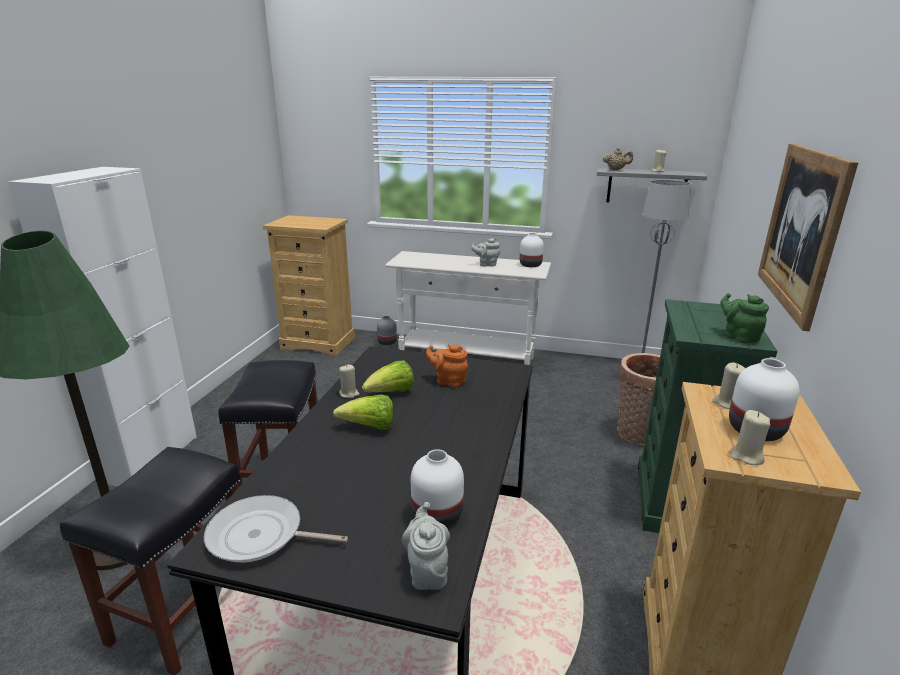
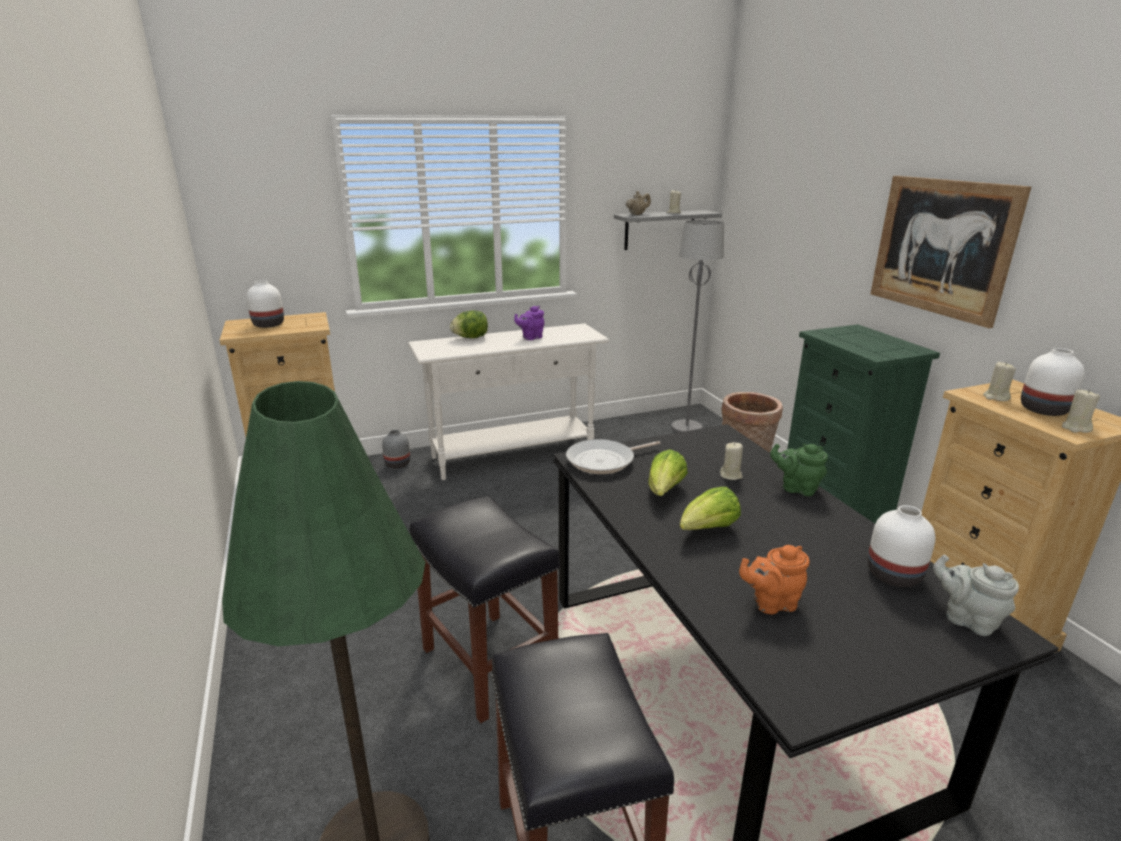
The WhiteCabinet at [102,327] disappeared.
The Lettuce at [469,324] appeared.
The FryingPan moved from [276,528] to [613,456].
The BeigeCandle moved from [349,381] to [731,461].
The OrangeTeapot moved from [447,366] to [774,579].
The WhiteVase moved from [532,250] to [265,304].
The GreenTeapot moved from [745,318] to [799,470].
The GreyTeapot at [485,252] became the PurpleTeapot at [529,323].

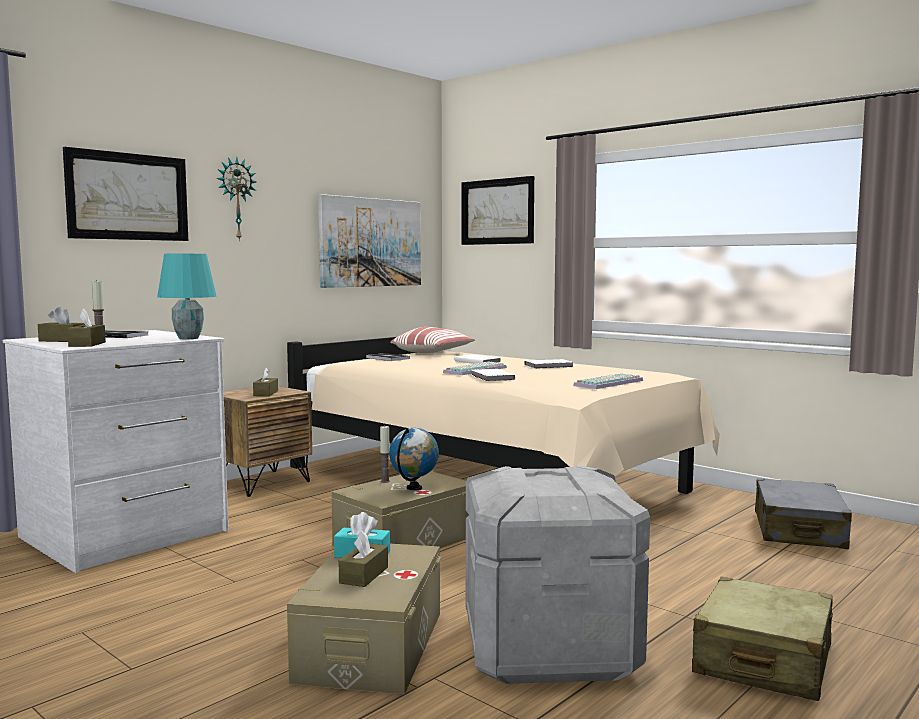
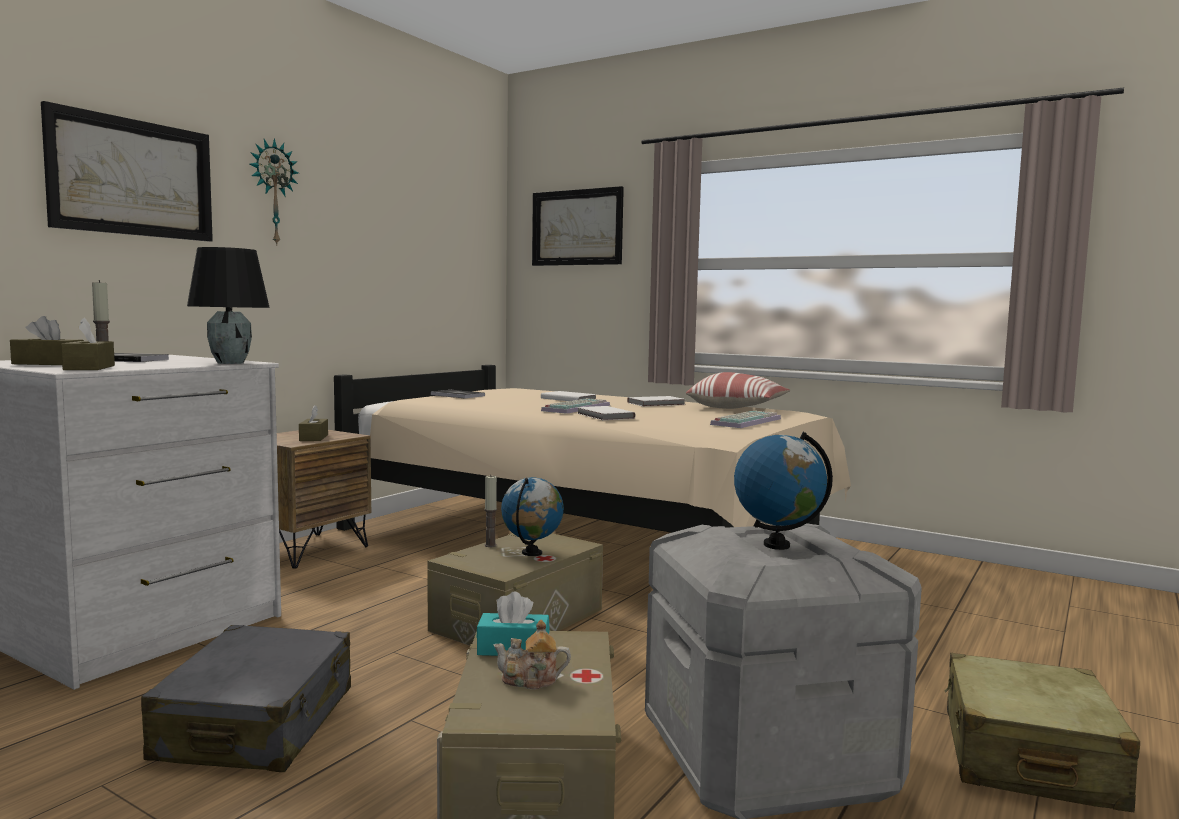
The Picture at [369,241] disappeared.
The Globe at [783,491] appeared.
The Pillow moved from [432,340] to [738,390].
The GreySuitcase moved from [803,513] to [246,698].
The BrownTissueBox at [363,558] was replaced by the Teapot at [532,654].
The TurquoiseTableLamp at [187,296] became the BlackTableLamp at [228,305].

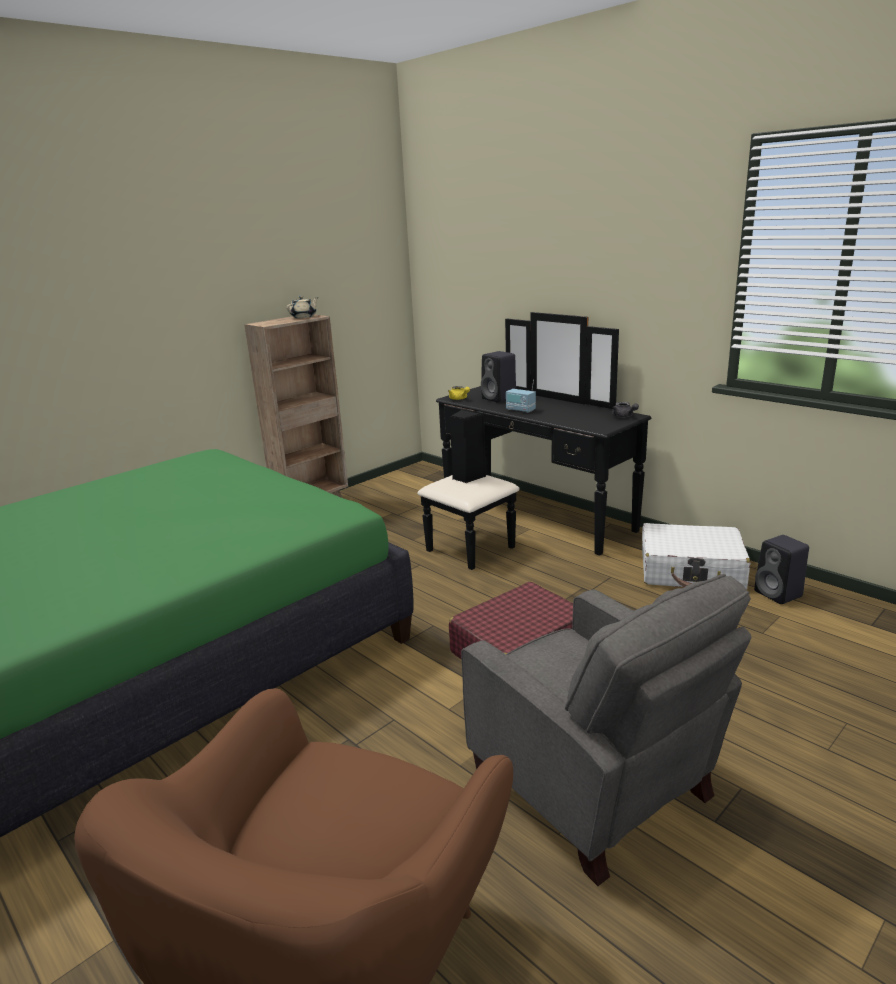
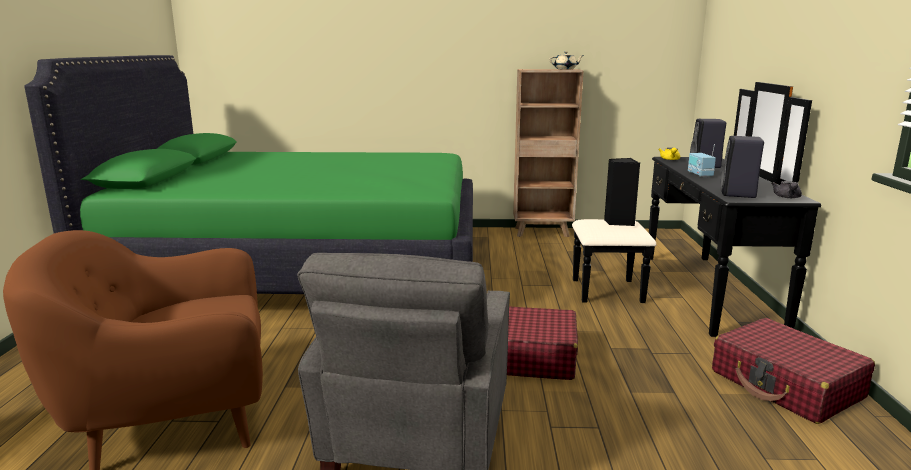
The BlackSpeaker moved from [781,569] to [742,167].
The WhiteSuitcase at [696,556] became the RedSuitcase at [793,371].

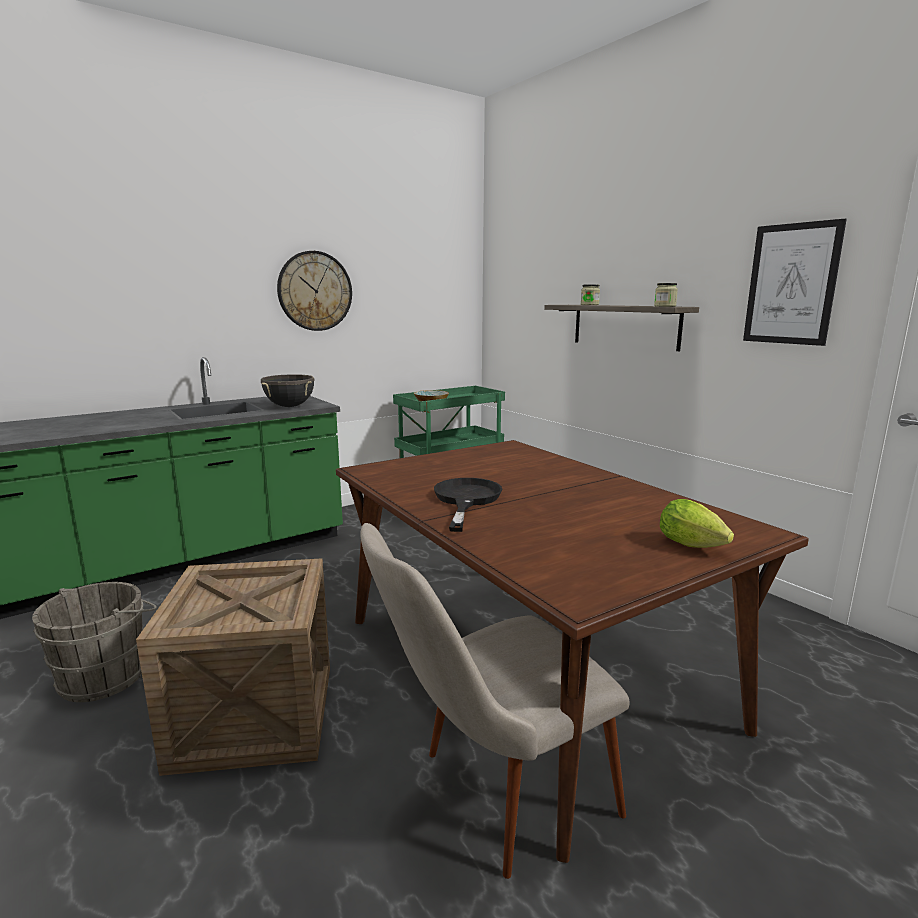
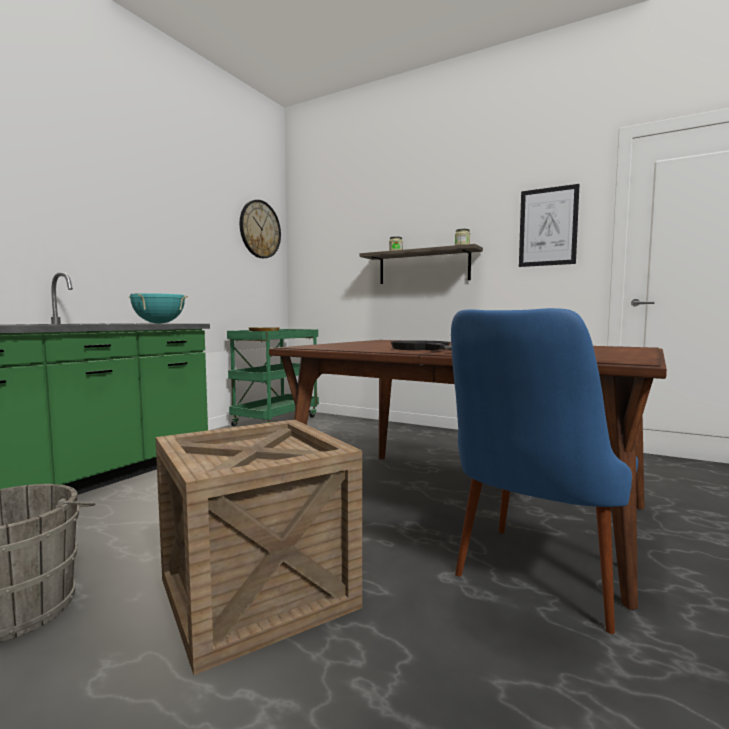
The Lettuce at [697,523] disappeared.
The WallClock moved from [314,291] to [260,229].
The BlackCookingPot at [288,390] became the TurquoiseCookingPot at [158,308].
The BeigeChair at [495,701] became the BlueChair at [544,471].

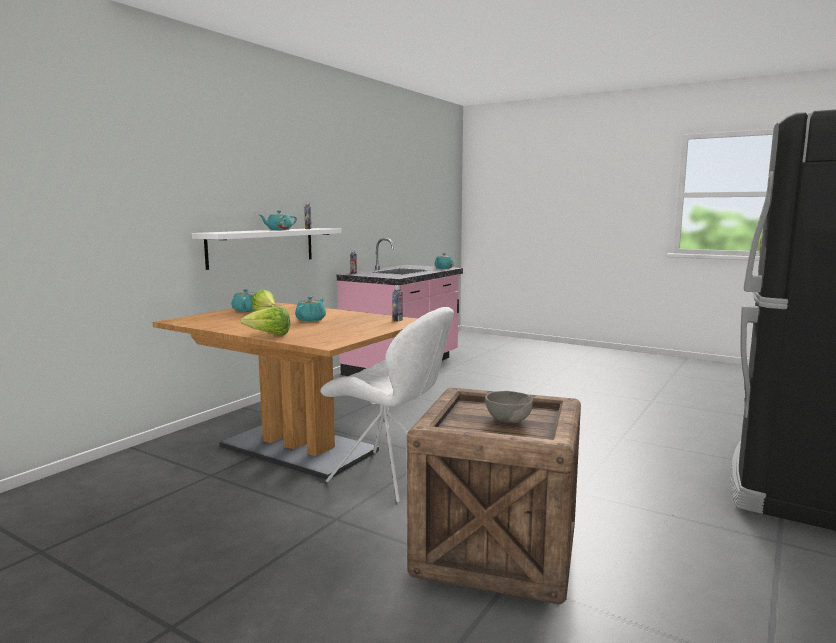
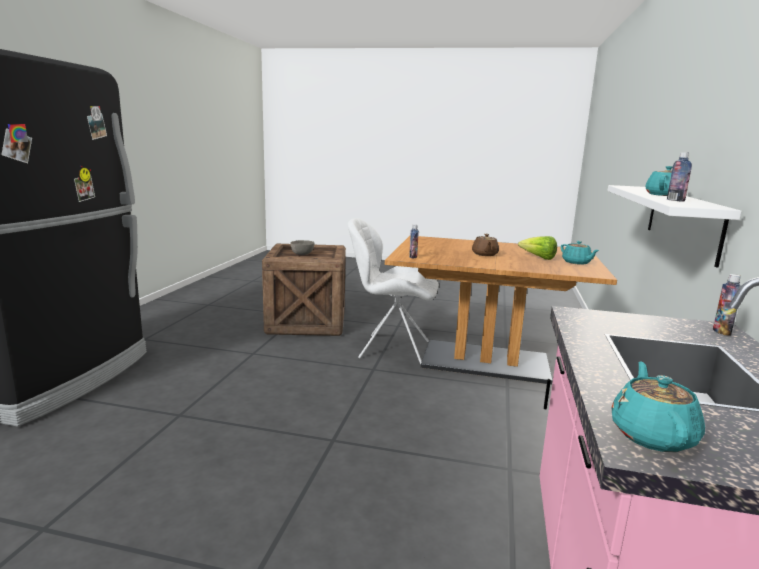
The Lettuce at [265,321] disappeared.
The TurquoiseTeapot at [310,309] became the BrownTeapot at [485,245].

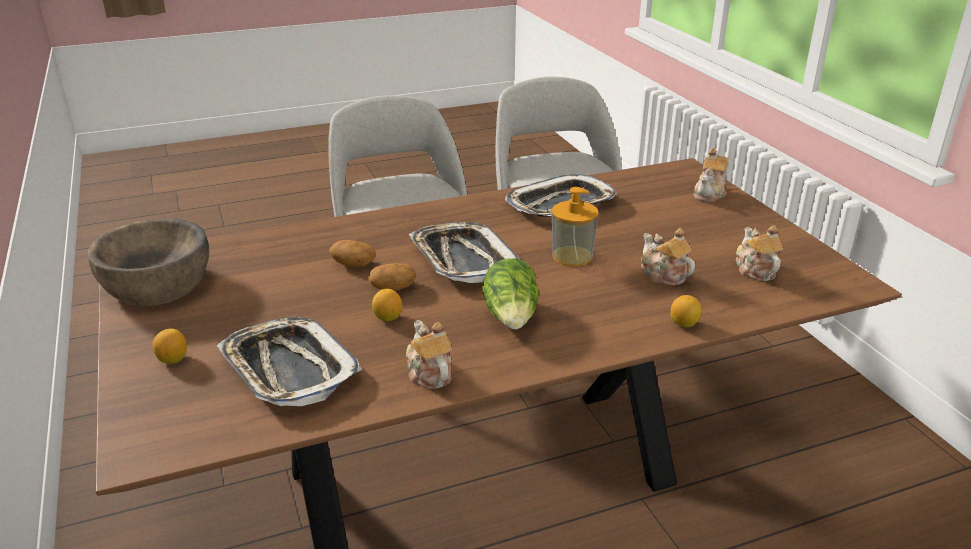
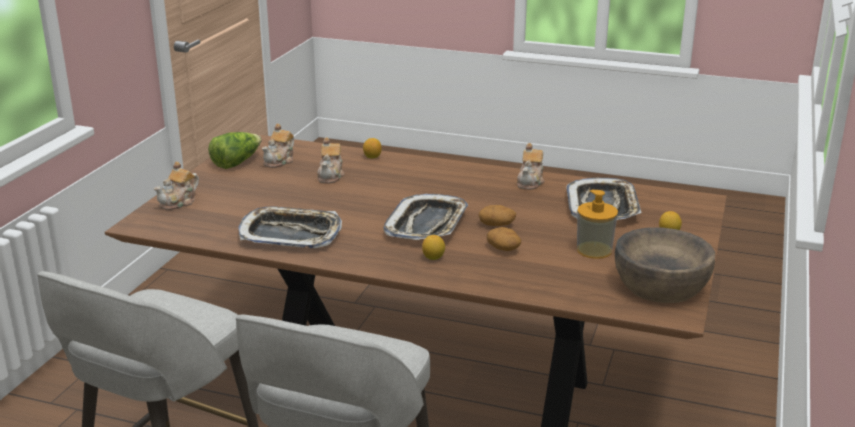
The Lemon moved from [387,305] to [433,247].
The Lettuce moved from [510,294] to [235,150].
The SoapDispenser moved from [575,226] to [597,224].
The Teapot at [711,175] turned 150 degrees clockwise.

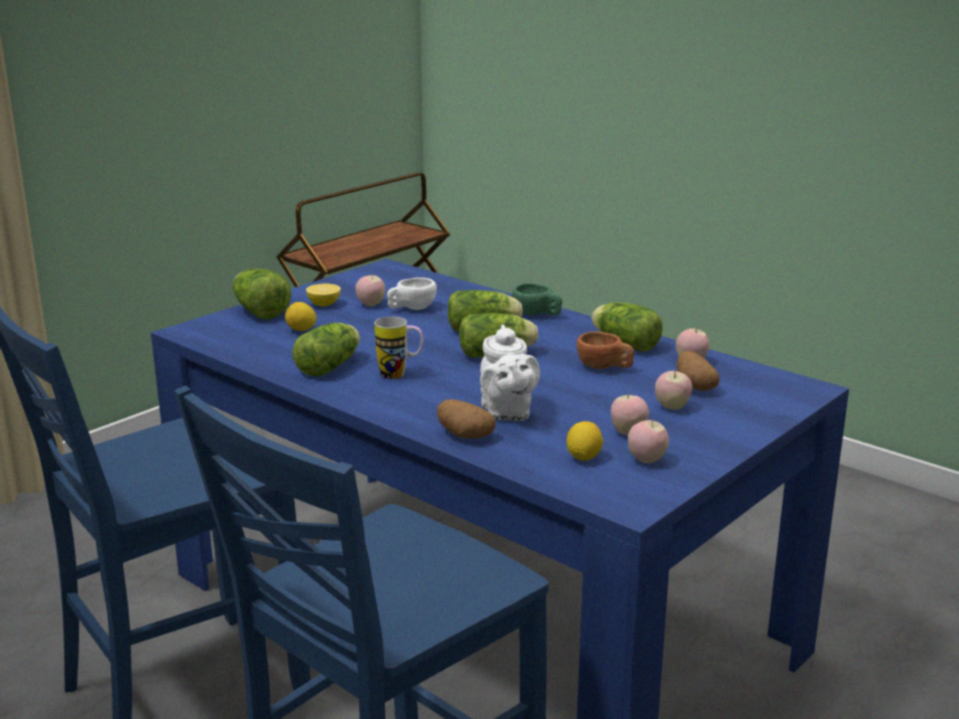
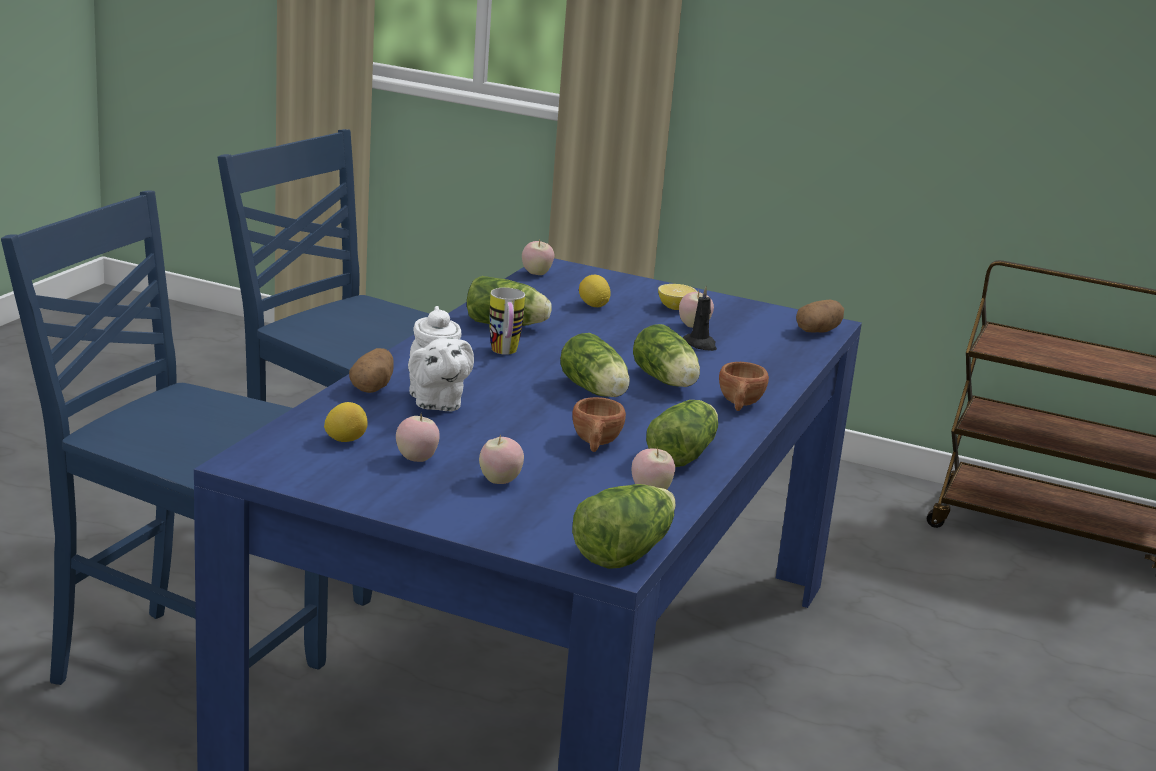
The Lettuce moved from [262,294] to [624,526].
The Apple moved from [648,441] to [538,257].
The Potato moved from [698,371] to [820,316].
The WhiteCup at [412,293] was replaced by the BlackCandle at [700,318].
The GreenCup at [537,299] became the BrownCup at [744,386].
The WhiteTeapot at [510,372] turned 75 degrees counterclockwise.

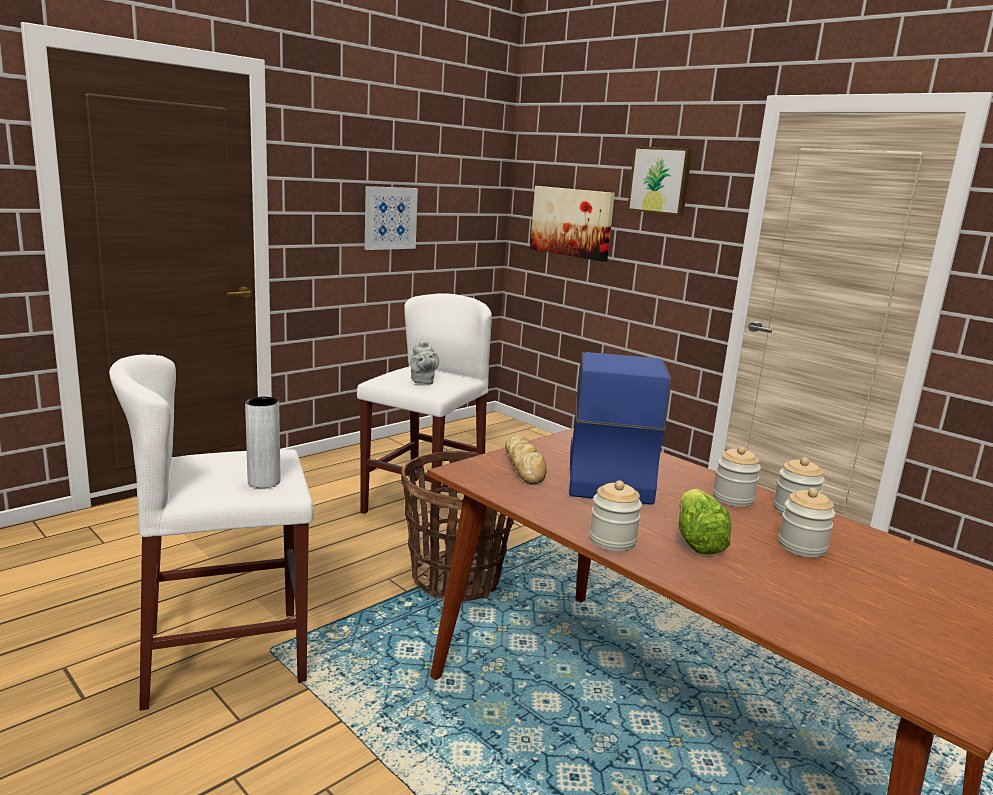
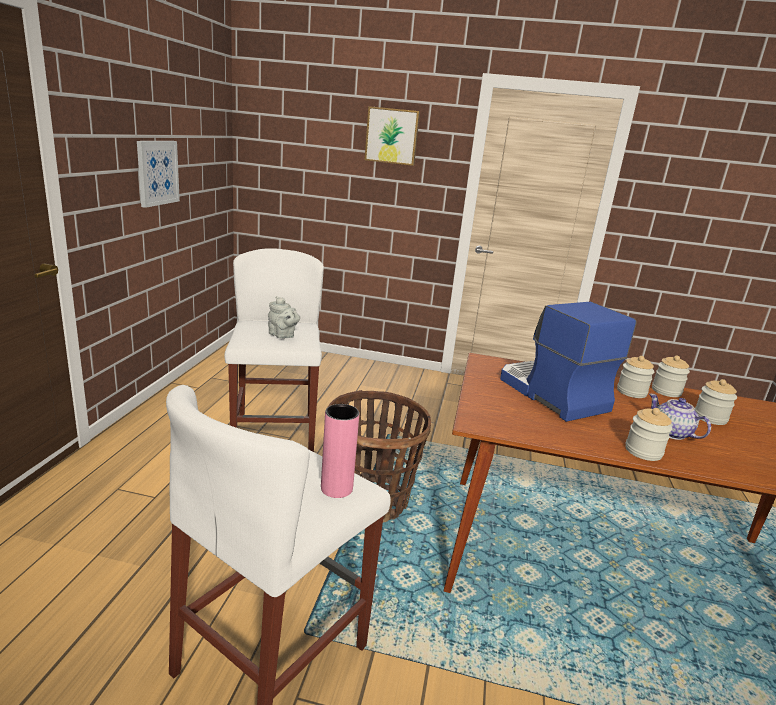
The Bread at [526,460] disappeared.
The Picture at [572,224] disappeared.
The Lettuce at [704,522] was replaced by the Teapot at [680,417].
The GreyVase at [263,442] became the PinkVase at [340,451].

